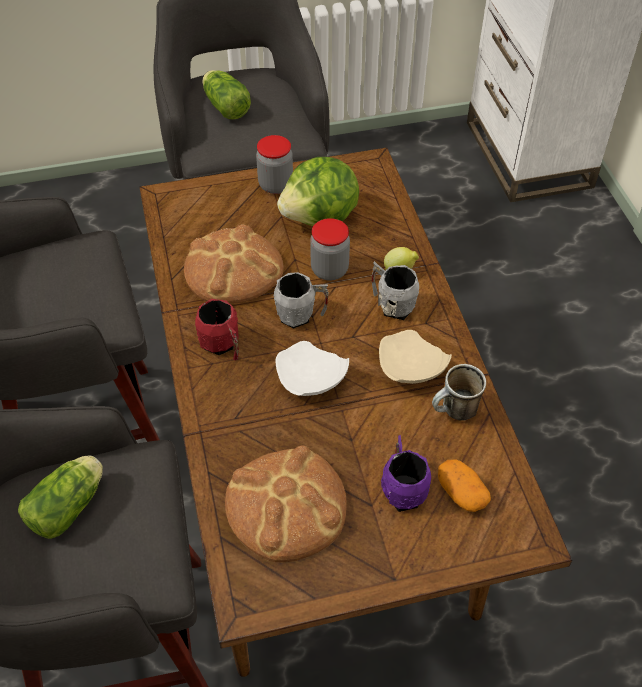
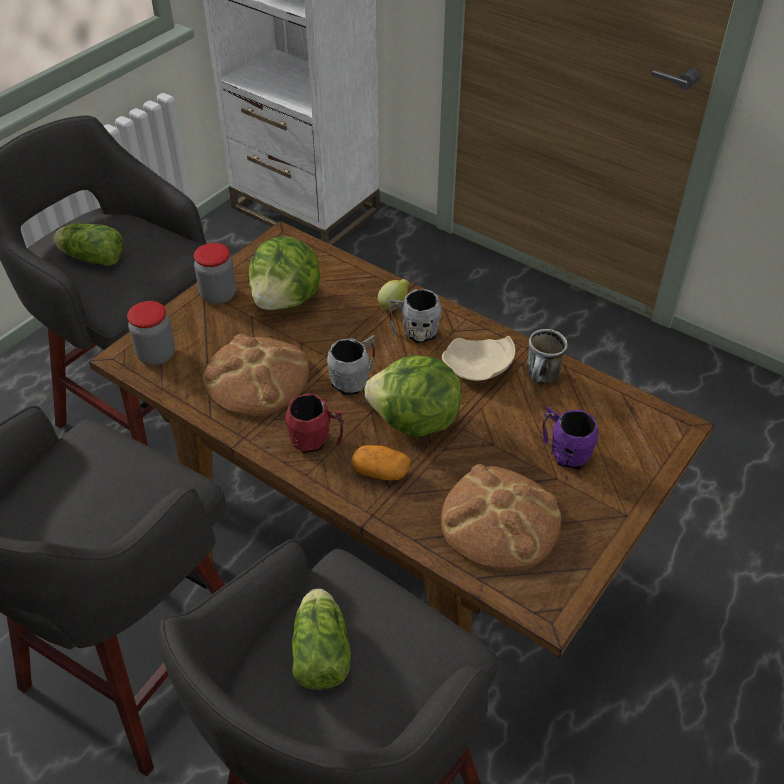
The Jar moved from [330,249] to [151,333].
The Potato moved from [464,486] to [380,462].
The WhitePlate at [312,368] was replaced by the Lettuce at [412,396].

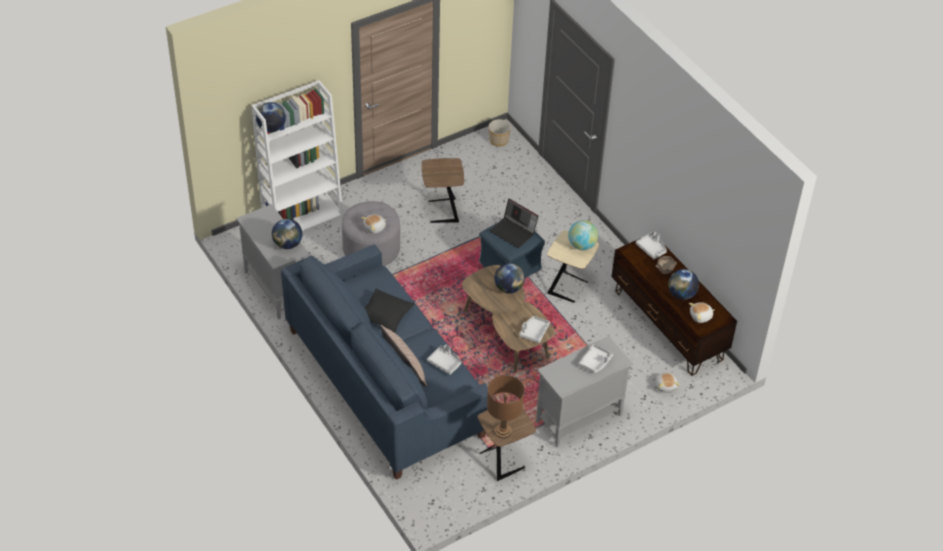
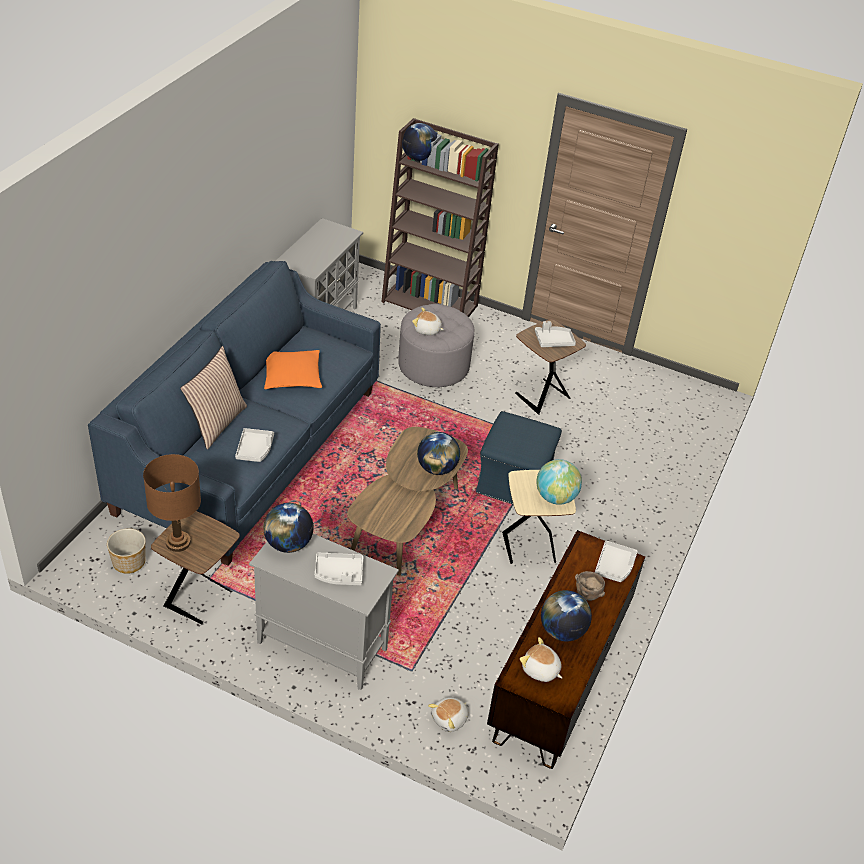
The Laptop at [514,223] disappeared.
The Globe moved from [287,234] to [288,528].
The Planter moved from [499,132] to [126,551].
The GreyTray moved from [534,329] to [555,334].
The WhiteBookcase at [297,155] became the BrownBookcase at [440,217].
The BlackPillow at [390,310] became the OrangePillow at [293,369].

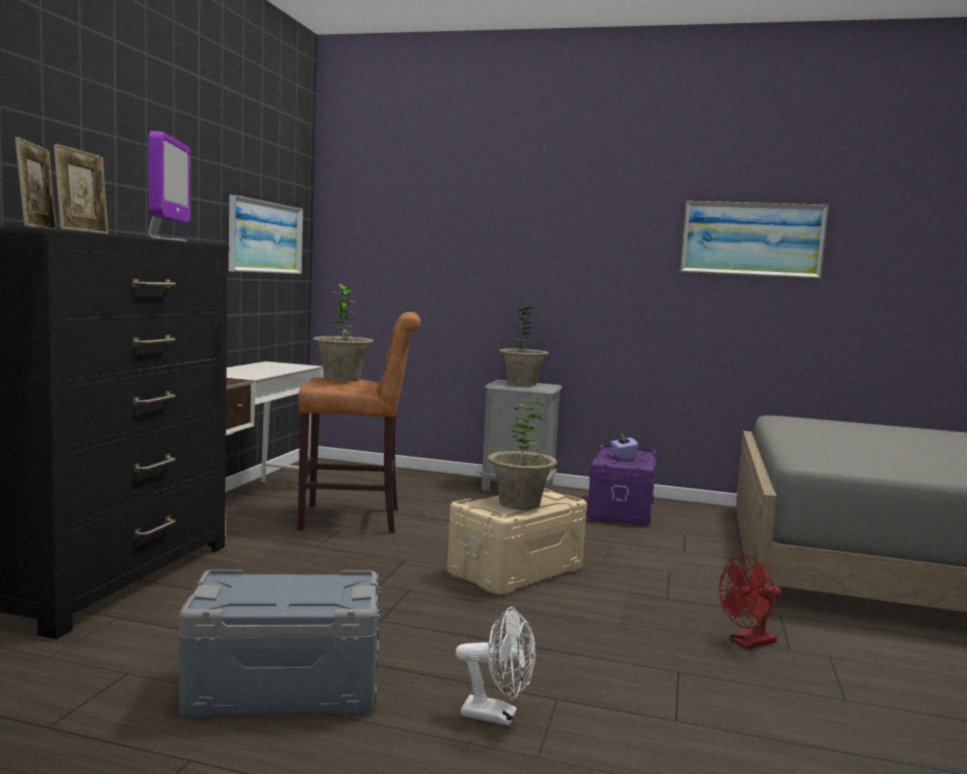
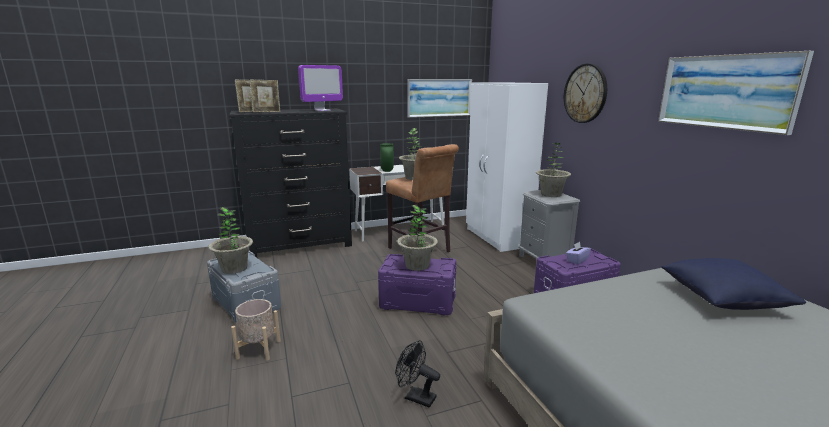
The PottedPlant at [230,240] appeared.
The GreenVase at [387,157] appeared.
The WhiteWardrobe at [507,167] appeared.
The WallClock at [585,93] appeared.
The BluePillow at [733,284] appeared.
The WhiteFan at [496,666] was replaced by the BeigePlanter at [256,329].
The BeigeStorageBox at [517,541] became the PurpleStorageBox at [417,285].
The RedFan at [750,602] became the BlackFan at [417,374].

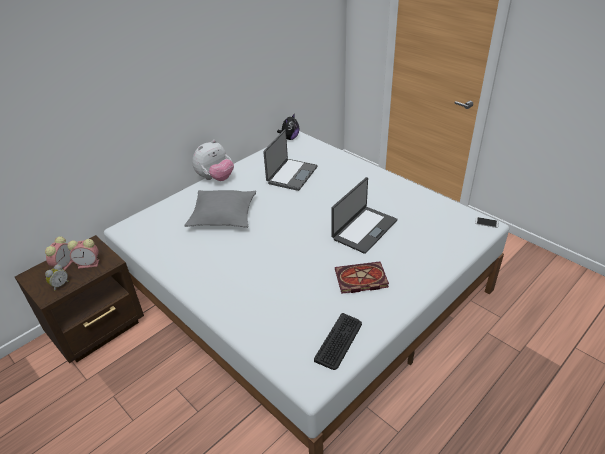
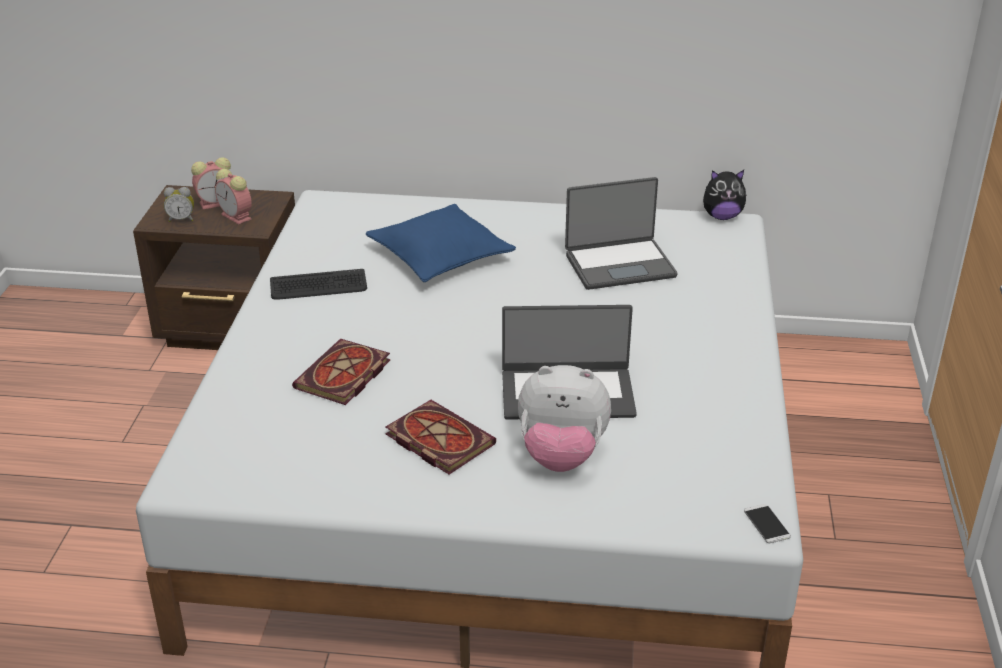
The Book at [341,372] appeared.
The PlushToy moved from [213,160] to [564,418].
The Keyboard moved from [338,341] to [318,284].
The GreyPillow at [220,209] became the BluePillow at [440,243].

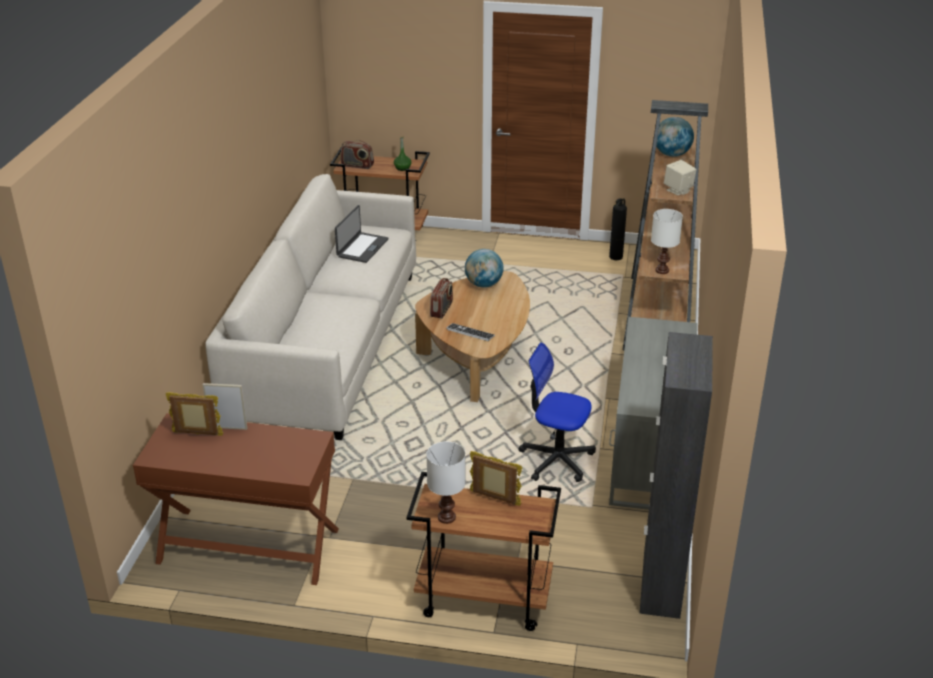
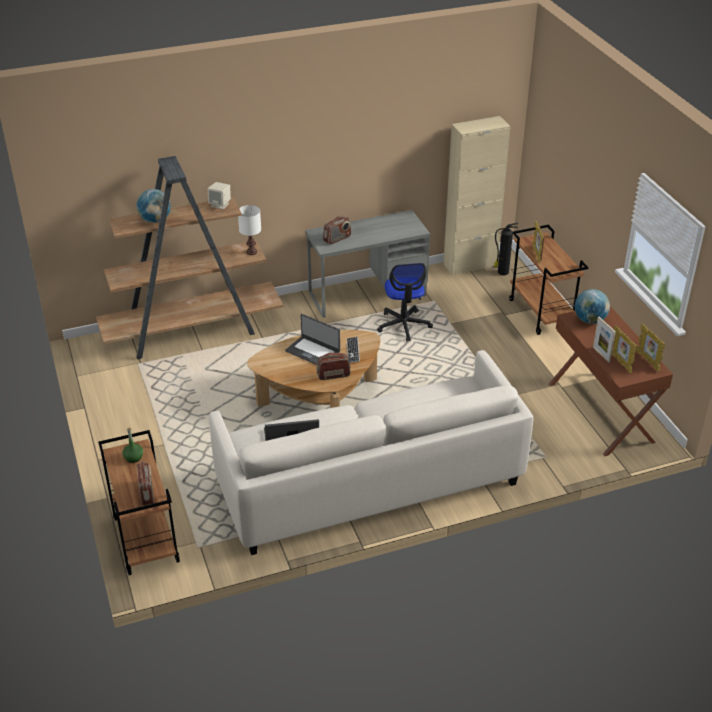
The WhiteTableLamp at [446,483] disappeared.
The Laptop at [312,339] appeared.
The Radio at [337,230] appeared.
The PictureFrame at [650,348] appeared.
The Globe moved from [484,268] to [592,306].
The FireExtinguisher moved from [618,229] to [506,249].
The BlackCabinet at [676,475] became the BeigeCabinet at [477,196].

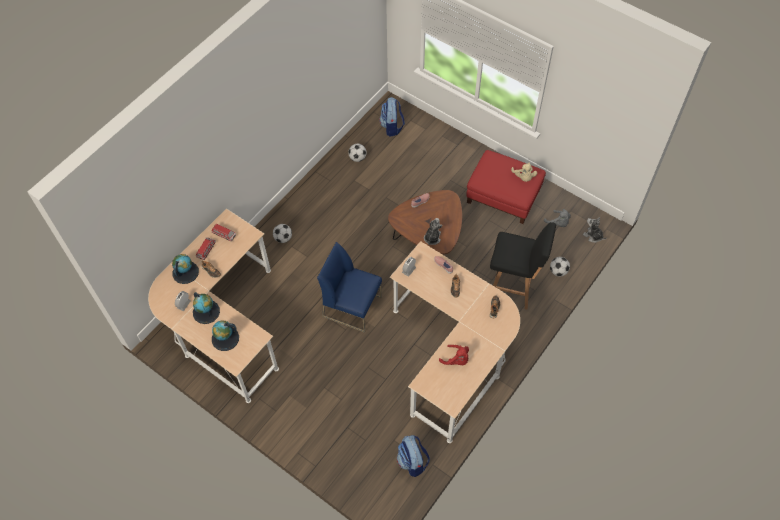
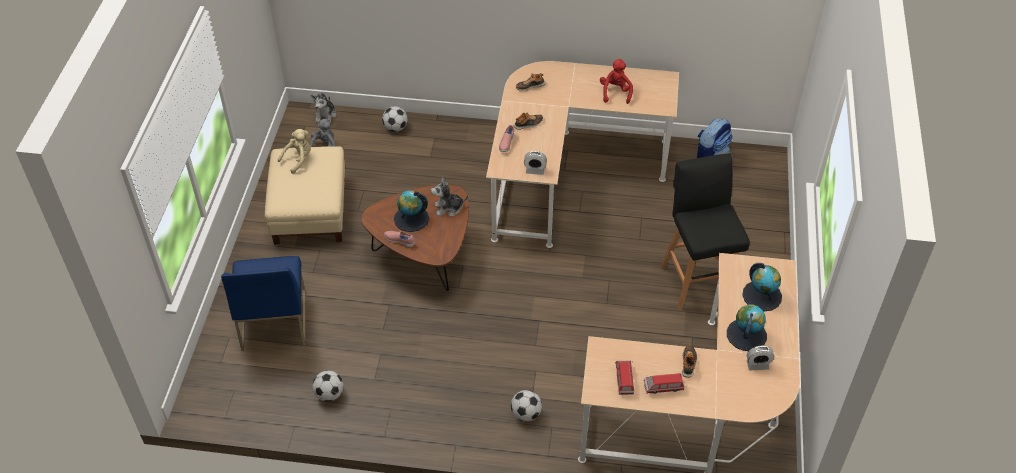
The Backpack at [392,116] disappeared.
The Globe moved from [185,269] to [411,211].
The BlueChair moved from [349,287] to [263,303].
The BlackStool moved from [523,266] to [705,231].
The RedOttoman at [506,187] became the BeigeOttoman at [305,195].

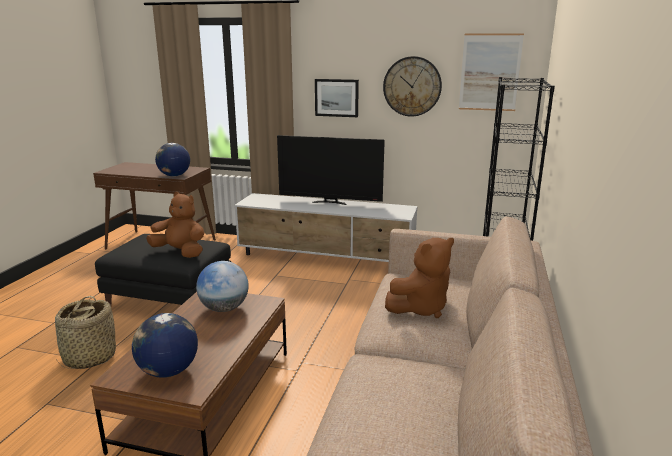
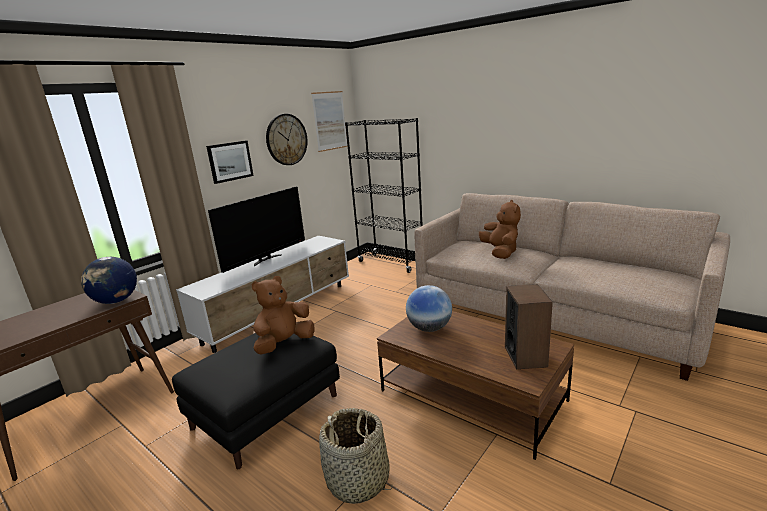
The Globe at [165,345] was replaced by the Speaker at [529,326].

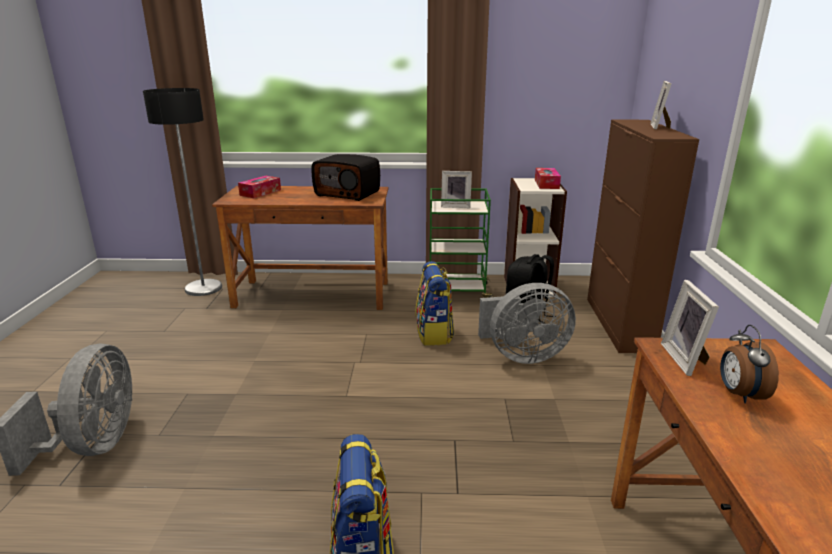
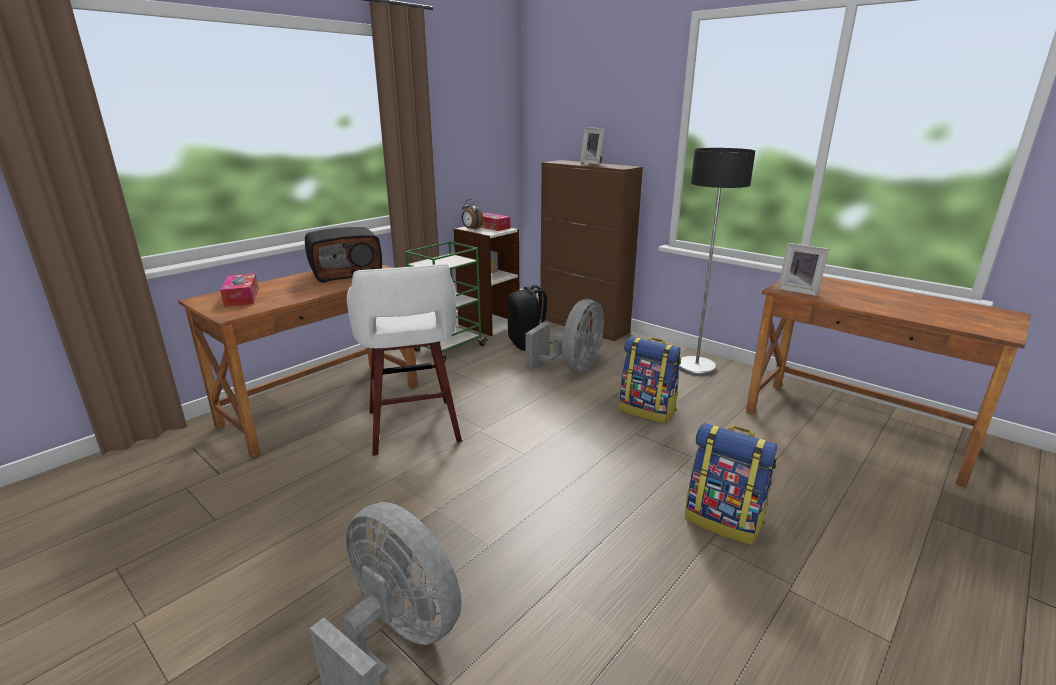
The PictureFrame at [456,189] disappeared.
The WhiteStool at [404,360] appeared.
The FloorLamp moved from [182,192] to [717,262].
The Backpack moved from [434,303] to [650,380].
The AlarmClock moved from [749,364] to [472,214].

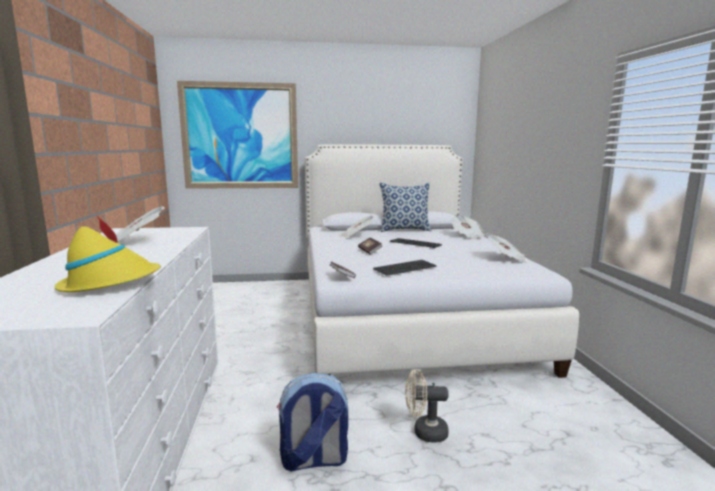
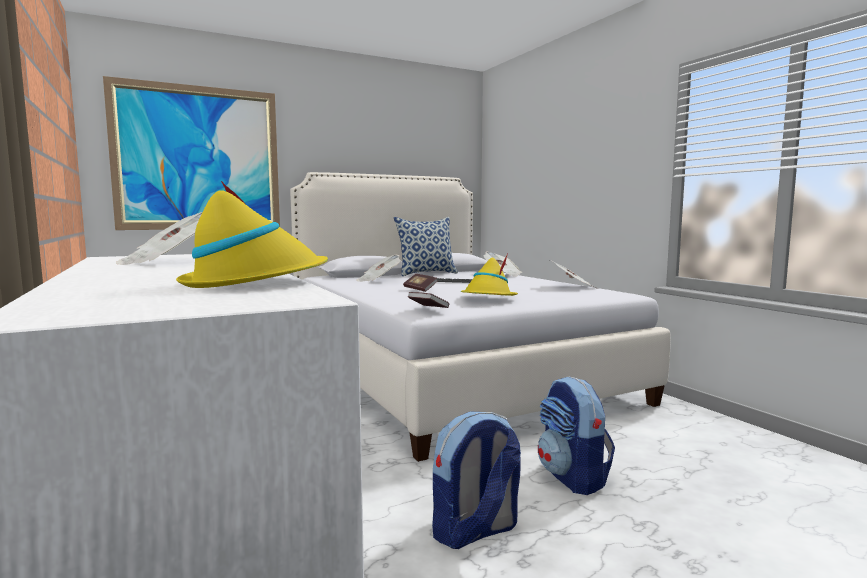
The Keyboard at [404,268] was replaced by the YellowHat at [489,274].
The BeigeFan at [427,406] was replaced by the Backpack at [576,435].

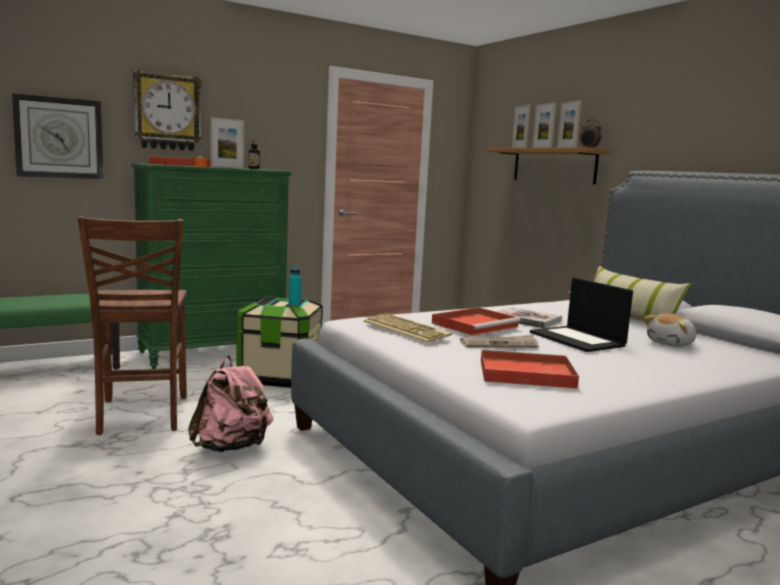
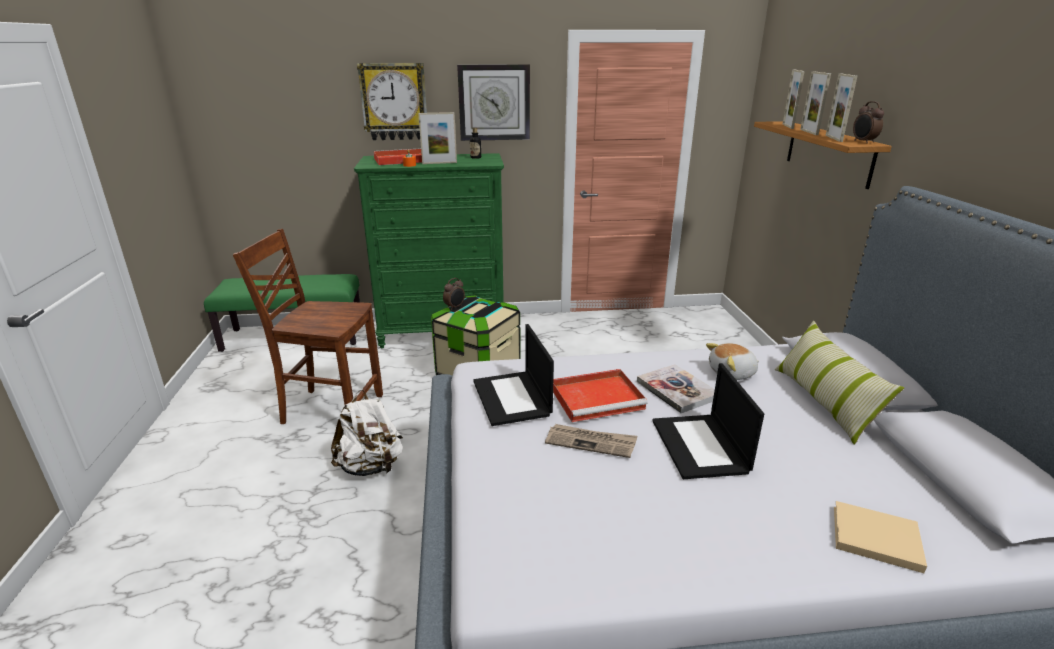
The TurquoiseBottle at [295,286] disappeared.
The RedTray at [530,369] disappeared.
The AlarmClock at [454,294] appeared.
The BeigeBook at [880,537] appeared.
The WallClock moved from [57,136] to [493,102].
The PlushToy moved from [670,330] to [732,361].
The Keyboard at [407,328] was replaced by the Laptop at [513,375].
The PinkBackpack at [230,403] became the WhiteBackpack at [367,432].
The BrownChair at [132,325] turned 90 degrees clockwise.

